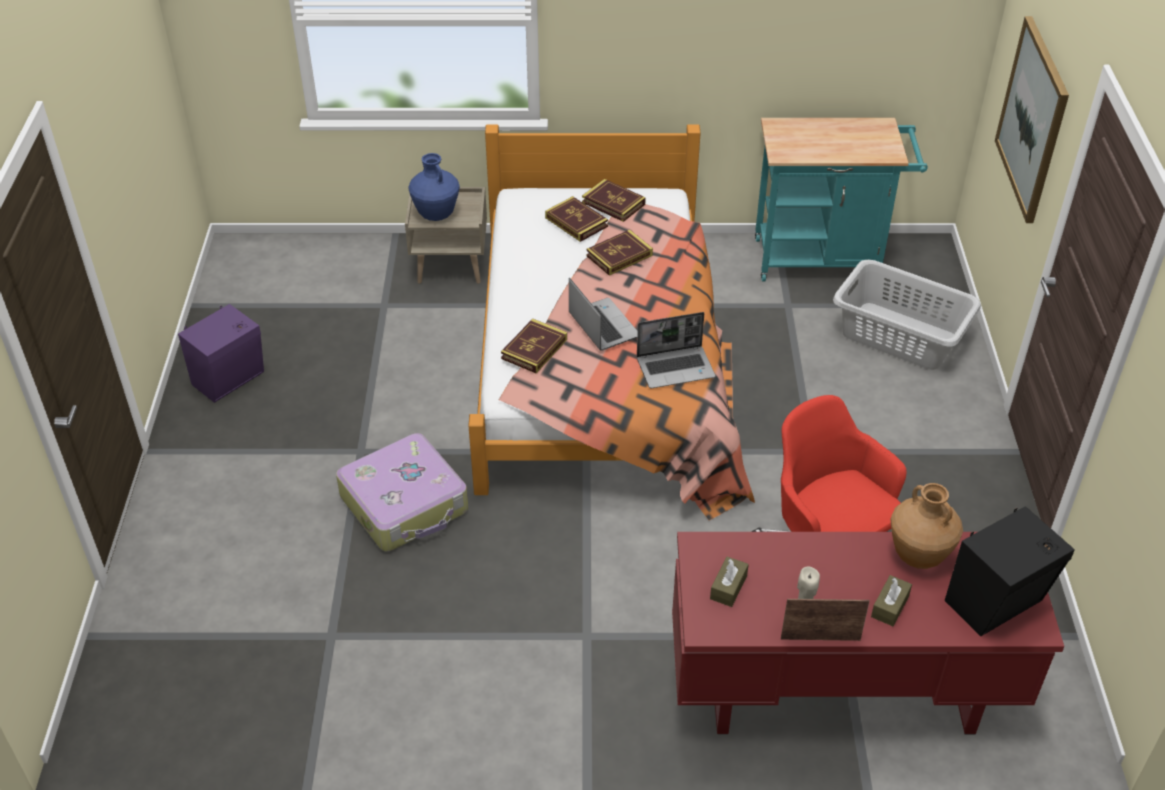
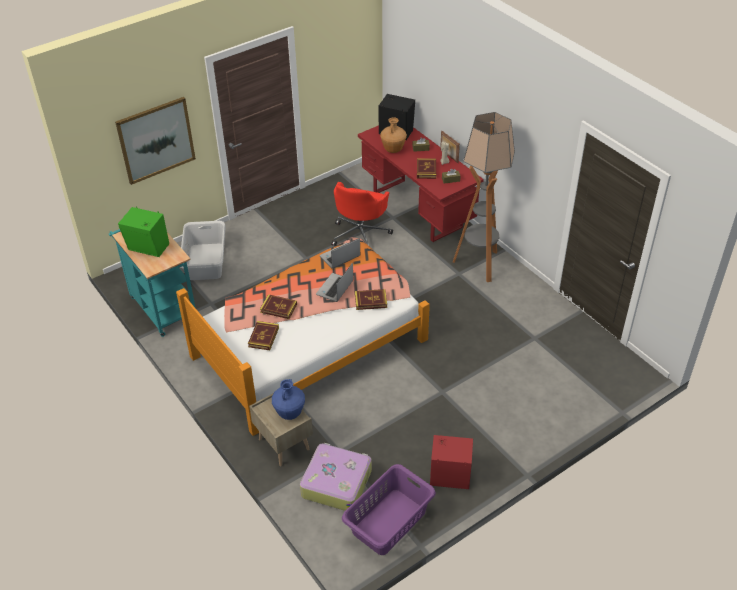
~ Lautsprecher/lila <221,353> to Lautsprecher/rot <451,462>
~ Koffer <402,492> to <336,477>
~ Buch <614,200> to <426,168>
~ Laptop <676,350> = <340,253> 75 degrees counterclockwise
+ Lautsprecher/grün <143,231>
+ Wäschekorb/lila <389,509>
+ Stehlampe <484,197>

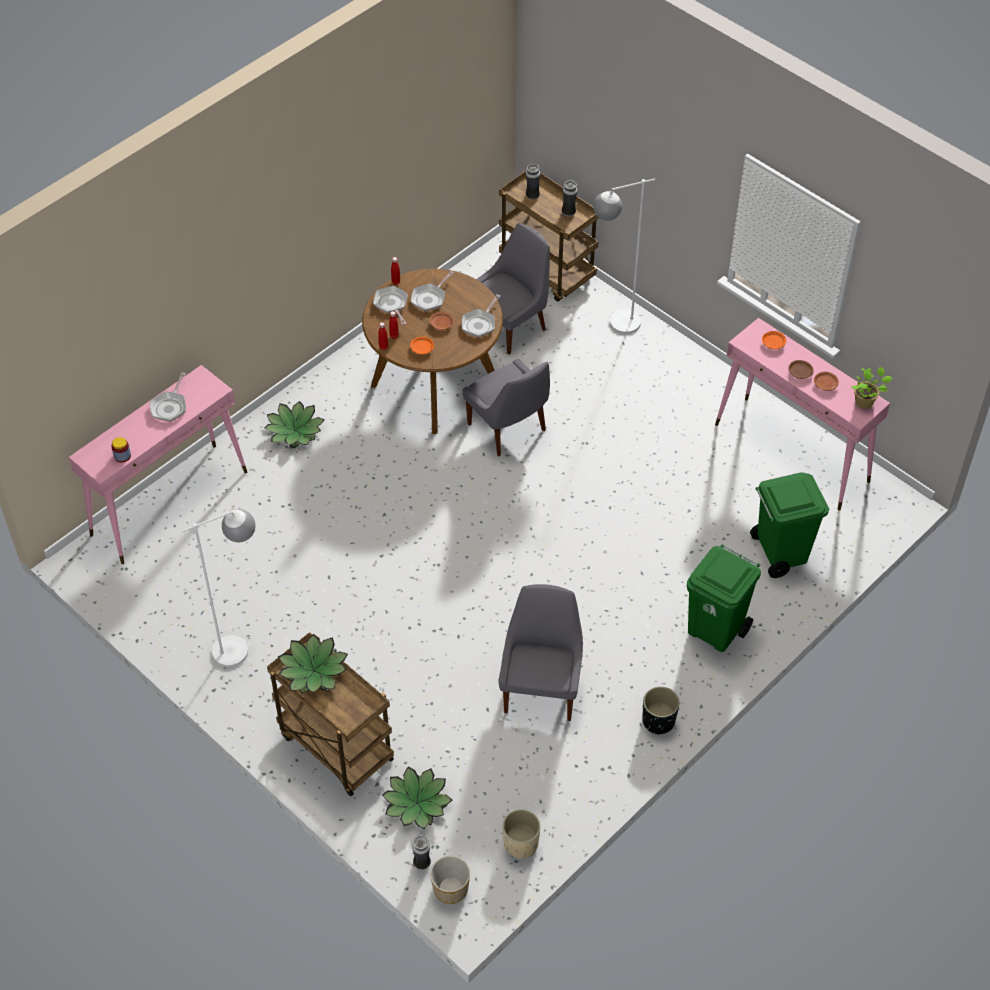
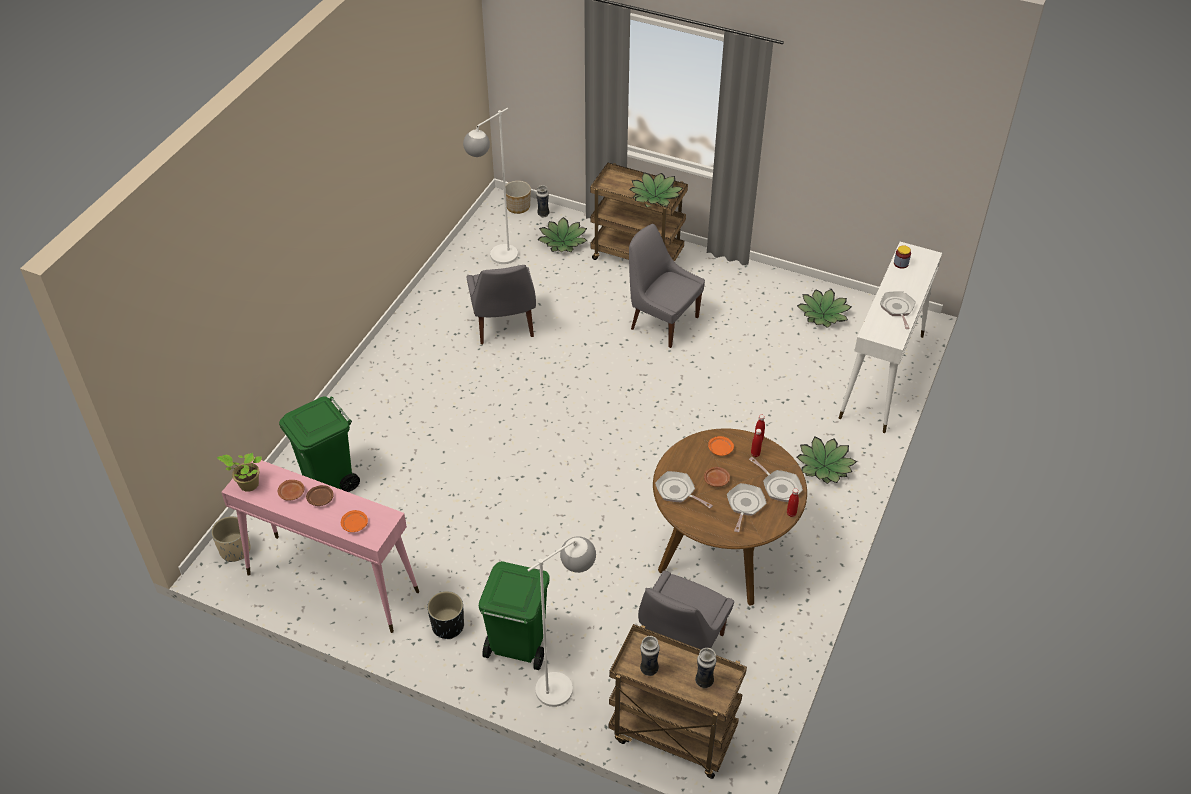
~ Konsolentisch/rosa <158,464> to Konsolentisch/weiß <890,337>
~ Stehlampe/weiß <218,588> to <490,185>
~ Pfanne <481,316> = <684,489> 60 degrees counterclockwise
~ Stuhl/grau <506,407> to <667,286>
~ Pflanzkübel/beige <521,834> to <231,539>
~ Pflanzkübel/schwarz <660,711> to <445,615>
~ Mülleimer/grün <724,598> to <514,615>
+ Topfpflanze <824,308>

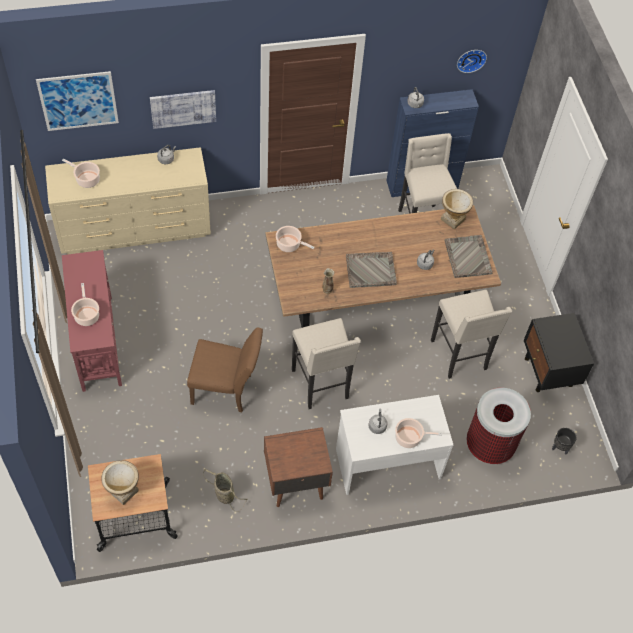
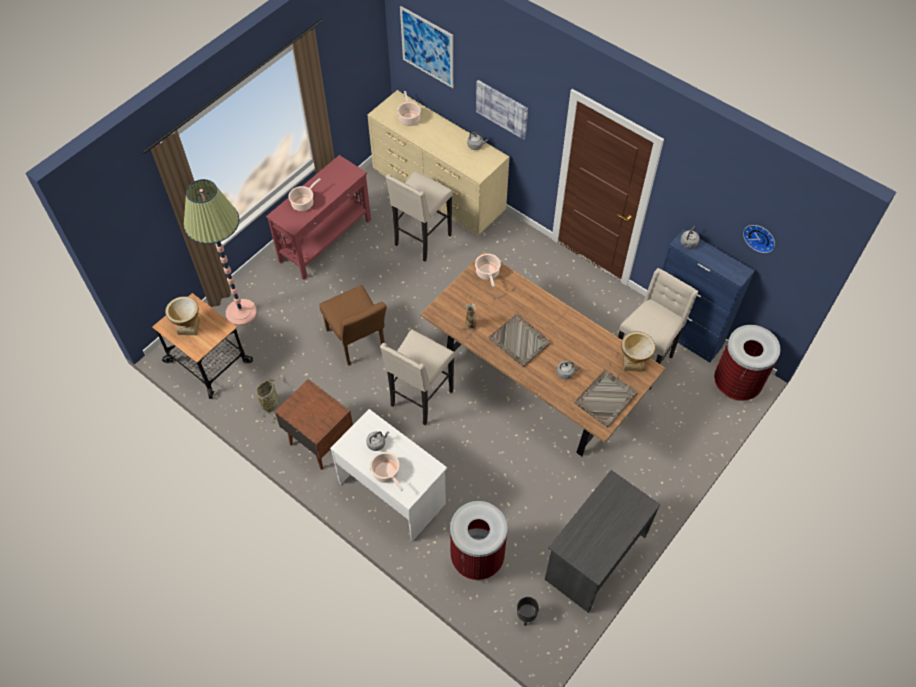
~ Hocker/beige <471,334> to <419,216>
~ Nachttisch/schwarz <559,352> to Schreibtisch/grau <602,541>
+ Stehlampe <220,252>
+ Mülleimer <747,363>

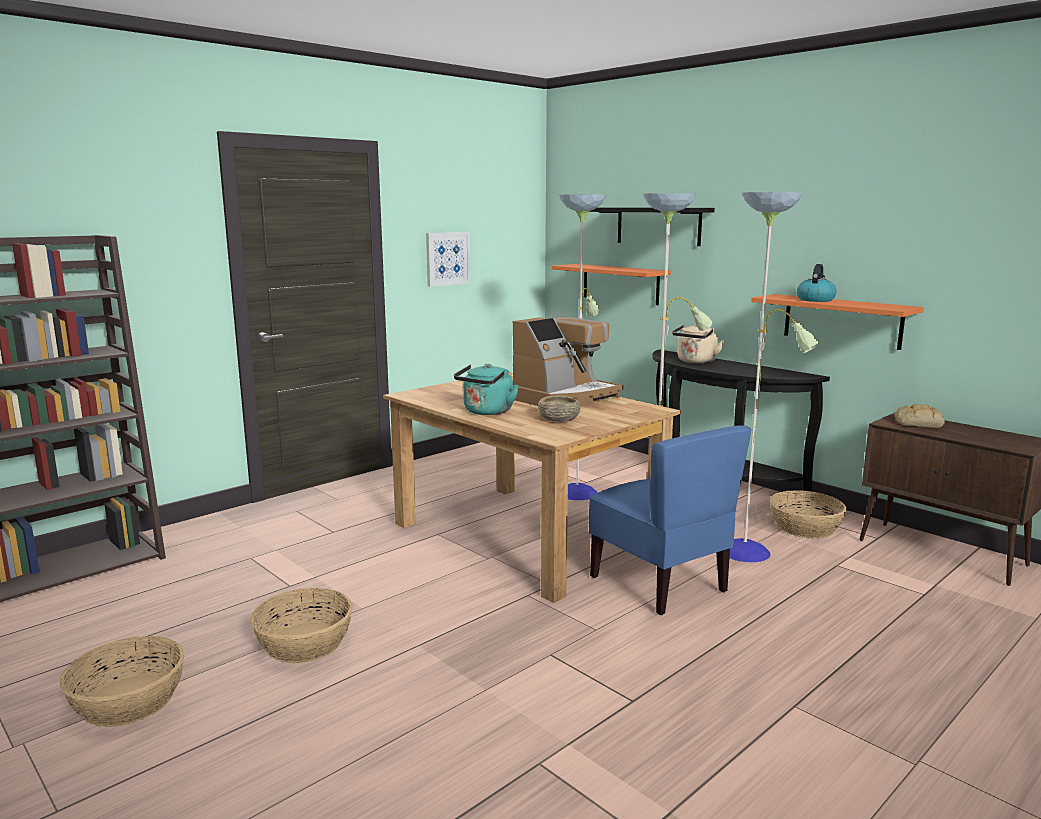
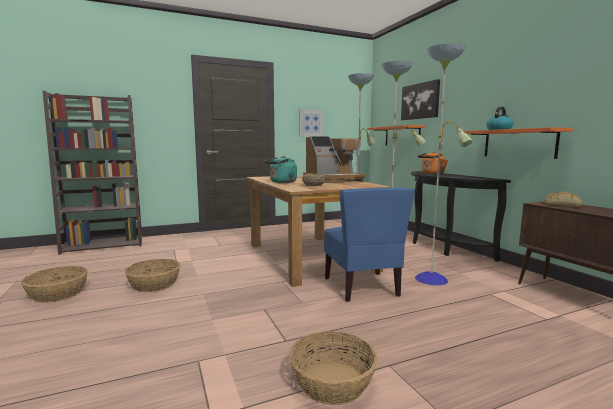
~ Wandregal/schwarz <652,226> to Bild <420,99>
~ Wasserkessel/beige <698,344> to Wasserkessel/orange <433,162>
~ Korb <808,514> to <333,368>

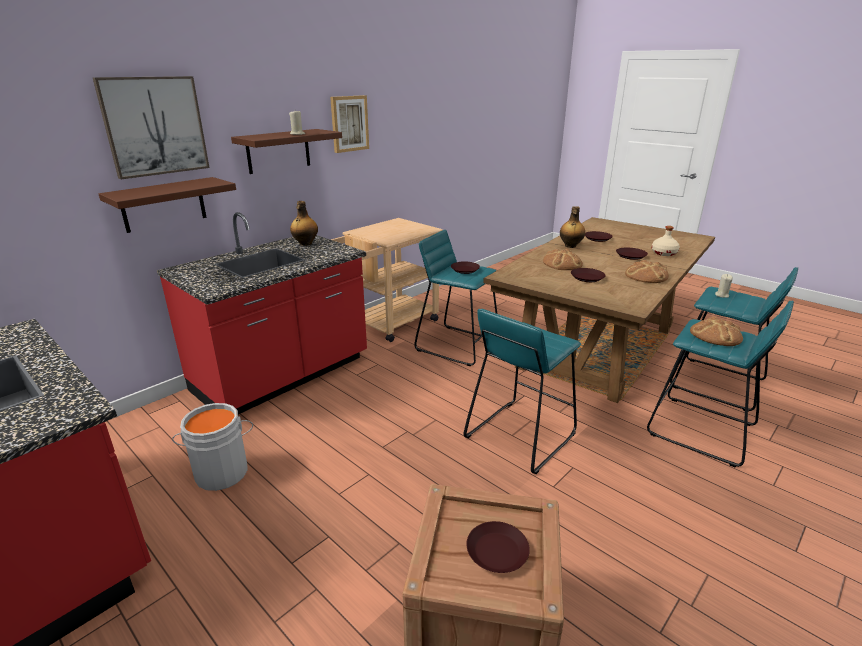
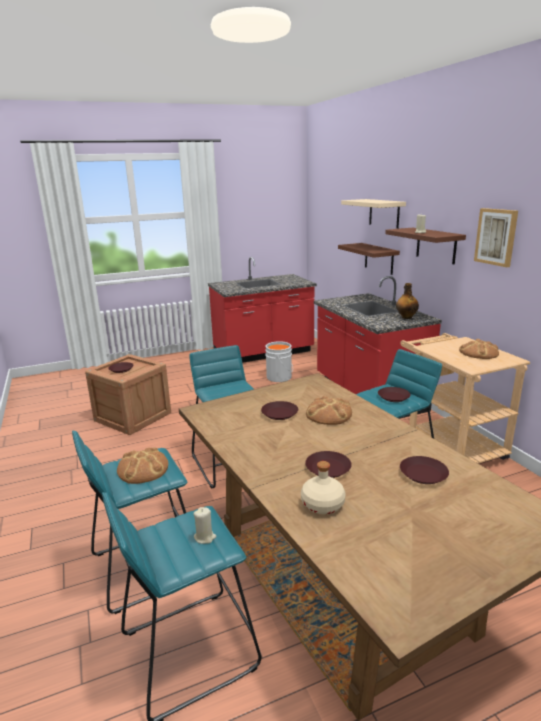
~ Bild <151,127> to Wandregal/beige <373,214>
- Flasche <572,227>
~ Brot <647,271> to <479,349>

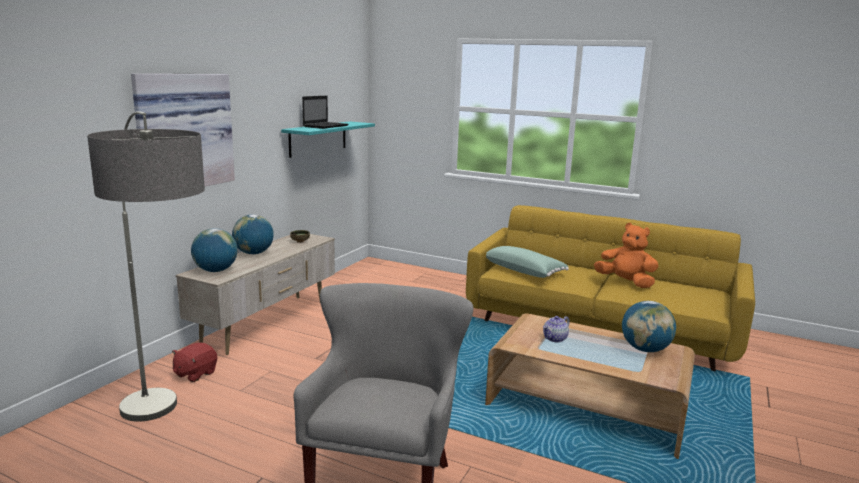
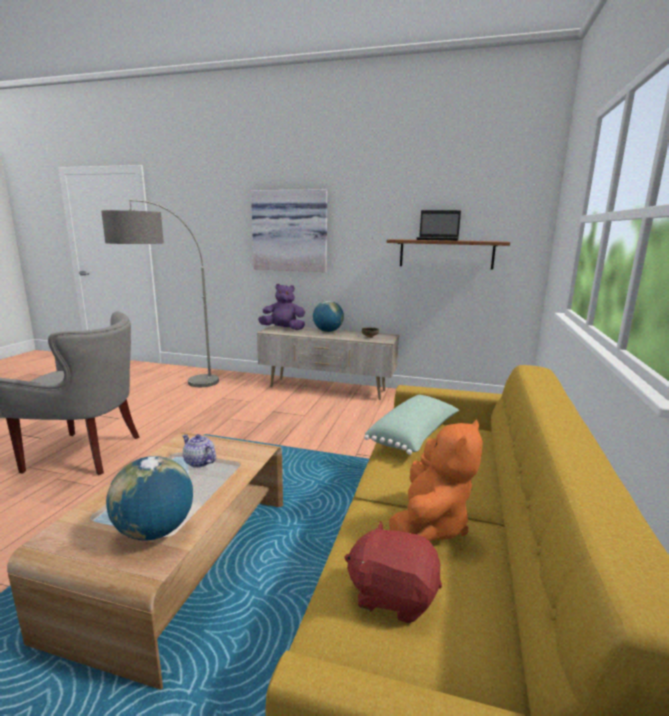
~ Plüschtier/rot <194,362> to <393,572>
~ Globus <214,250> to Plüschtier/lila <281,307>
~ Wandregal/türkis <328,139> to Wandregal/braun <448,254>

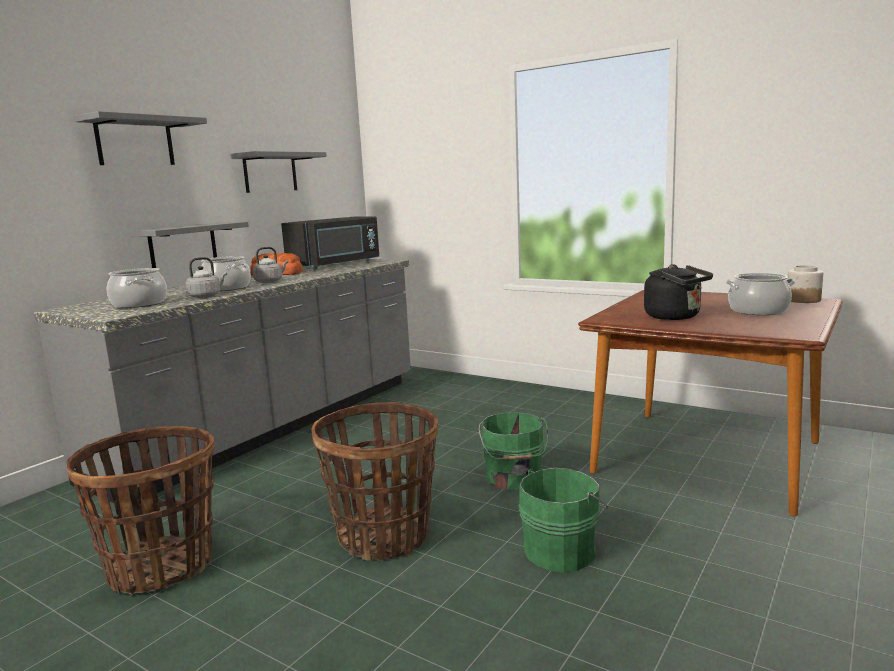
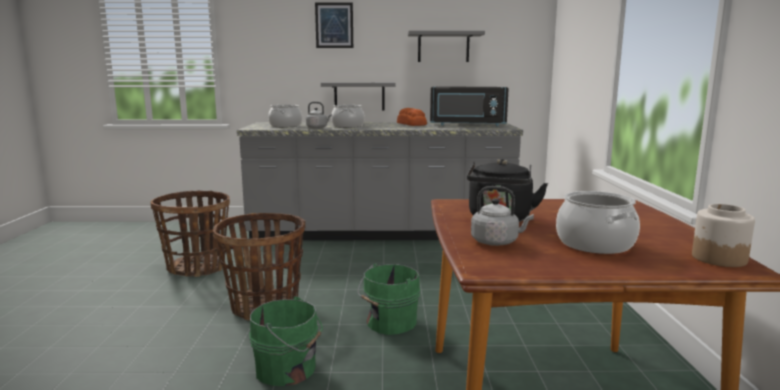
~ Wandregal/grau <140,138> to Bild <334,25>
~ Wasserkessel/grau <270,265> to <502,216>

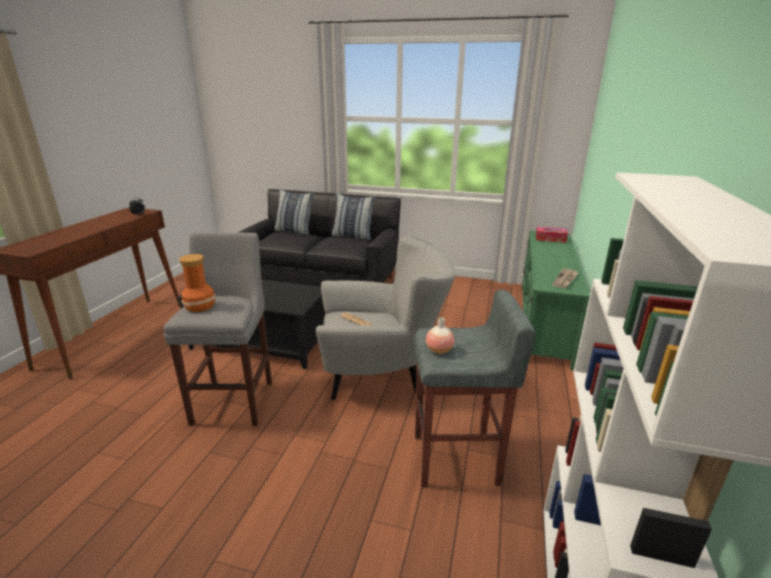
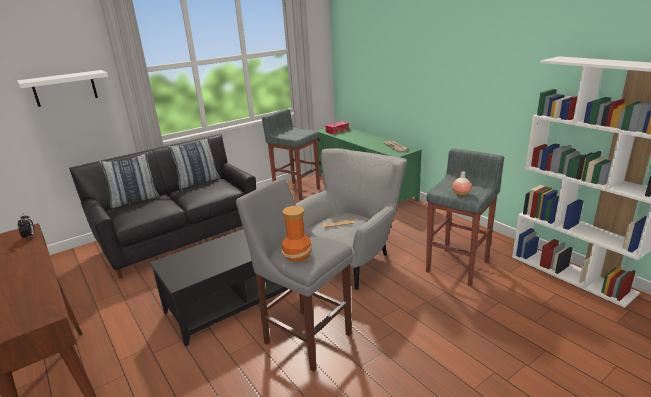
+ Wandregal/weiß <62,88>
+ Hocker/grau <291,154>

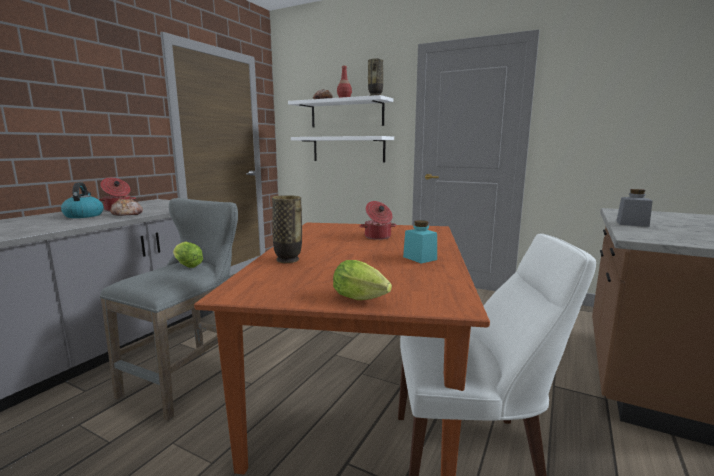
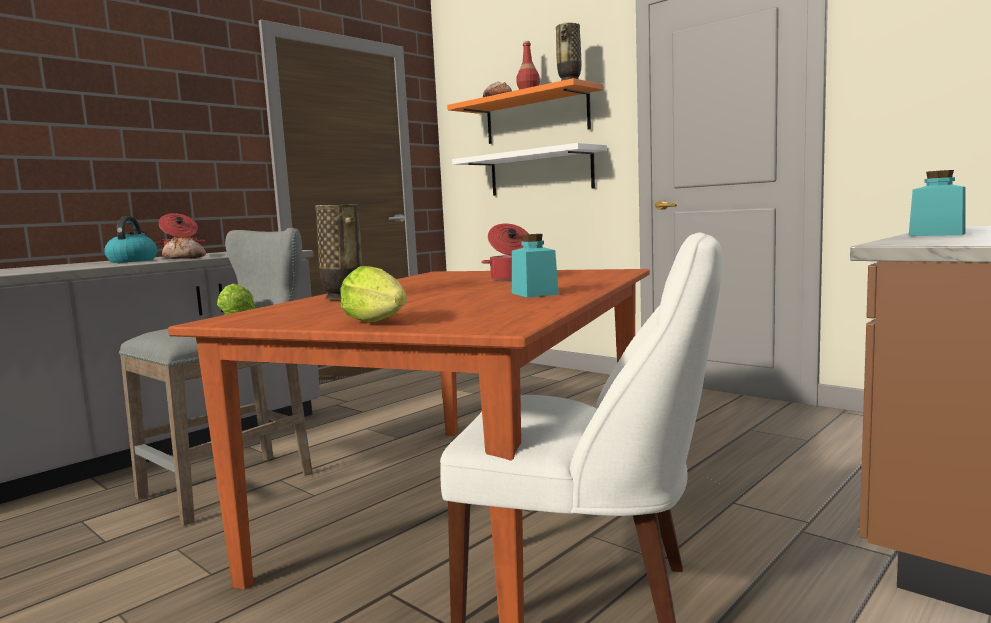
~ Wandregal/weiß <340,111> to Wandregal/orange <525,111>
~ Vorratsglas/grau <634,208> to Vorratsglas/türkis <937,203>

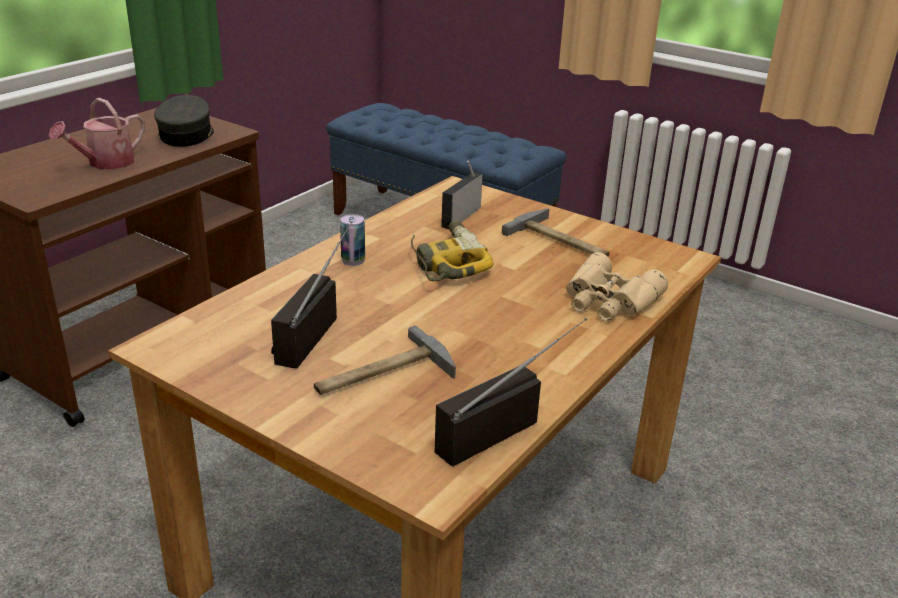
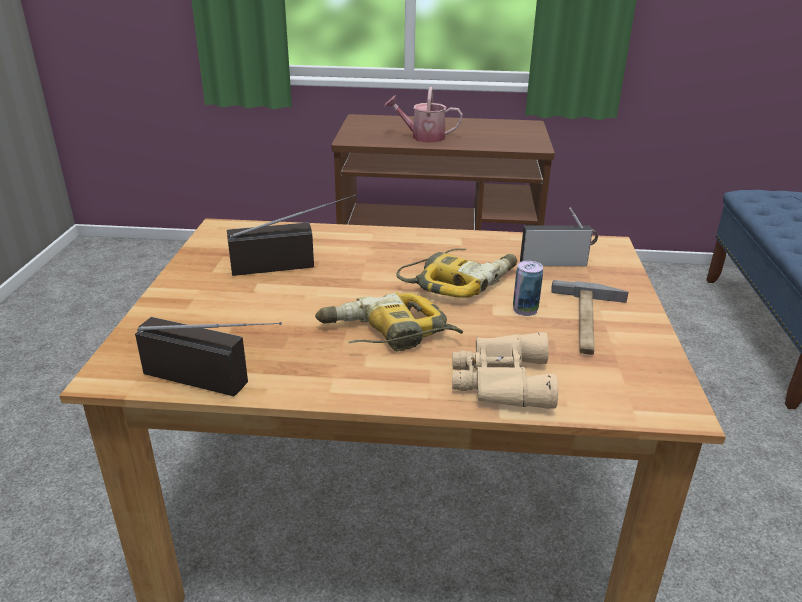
- Kappe/grau <184,121>
- Hammer <385,360>
~ Dose <352,240> to <528,288>
+ Bohrmaschine <389,322>

